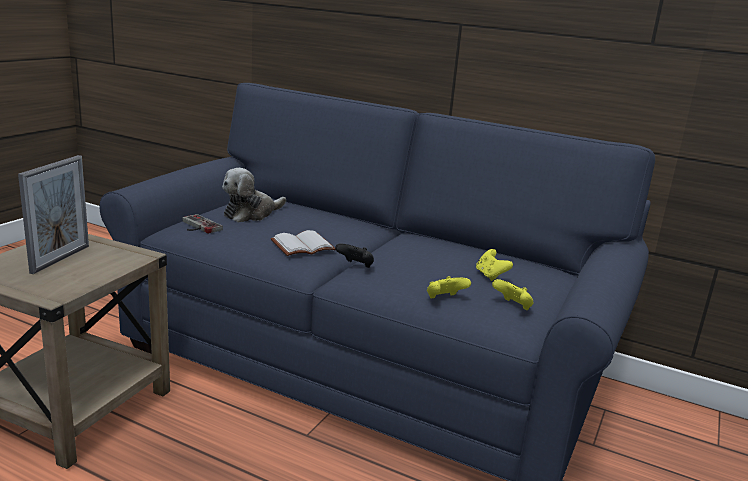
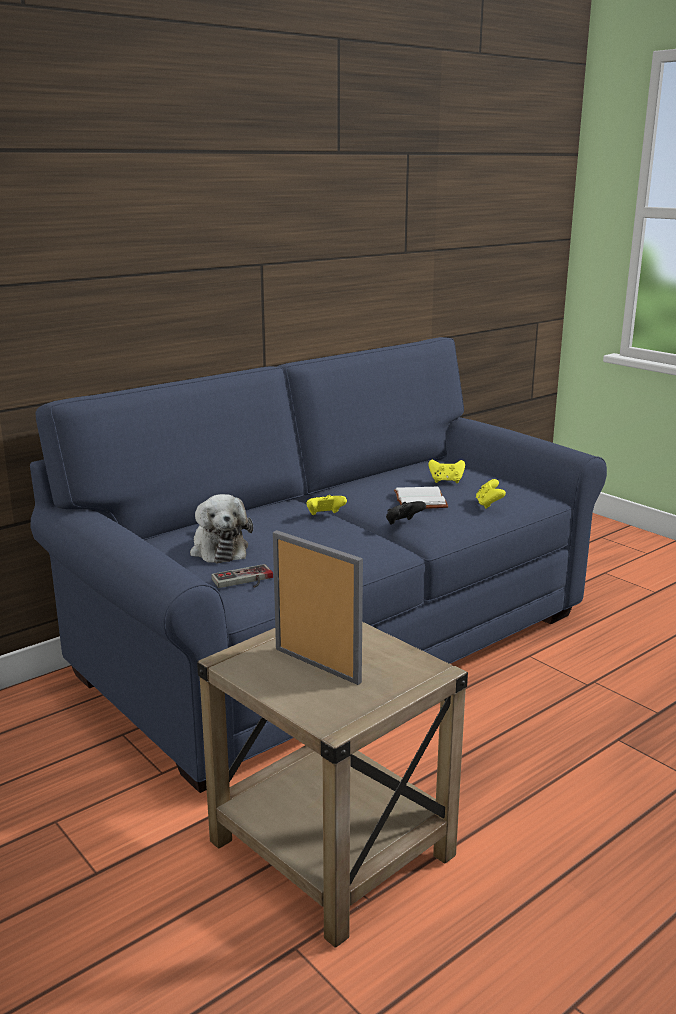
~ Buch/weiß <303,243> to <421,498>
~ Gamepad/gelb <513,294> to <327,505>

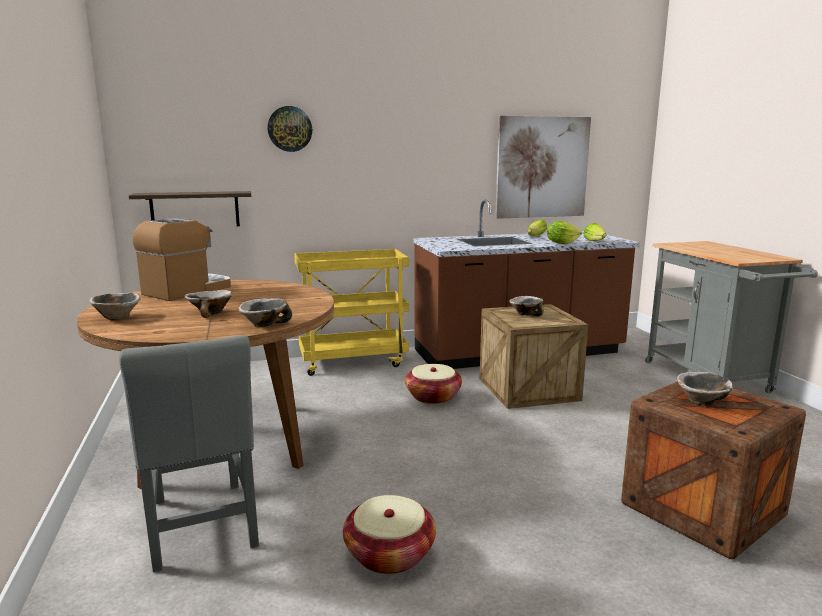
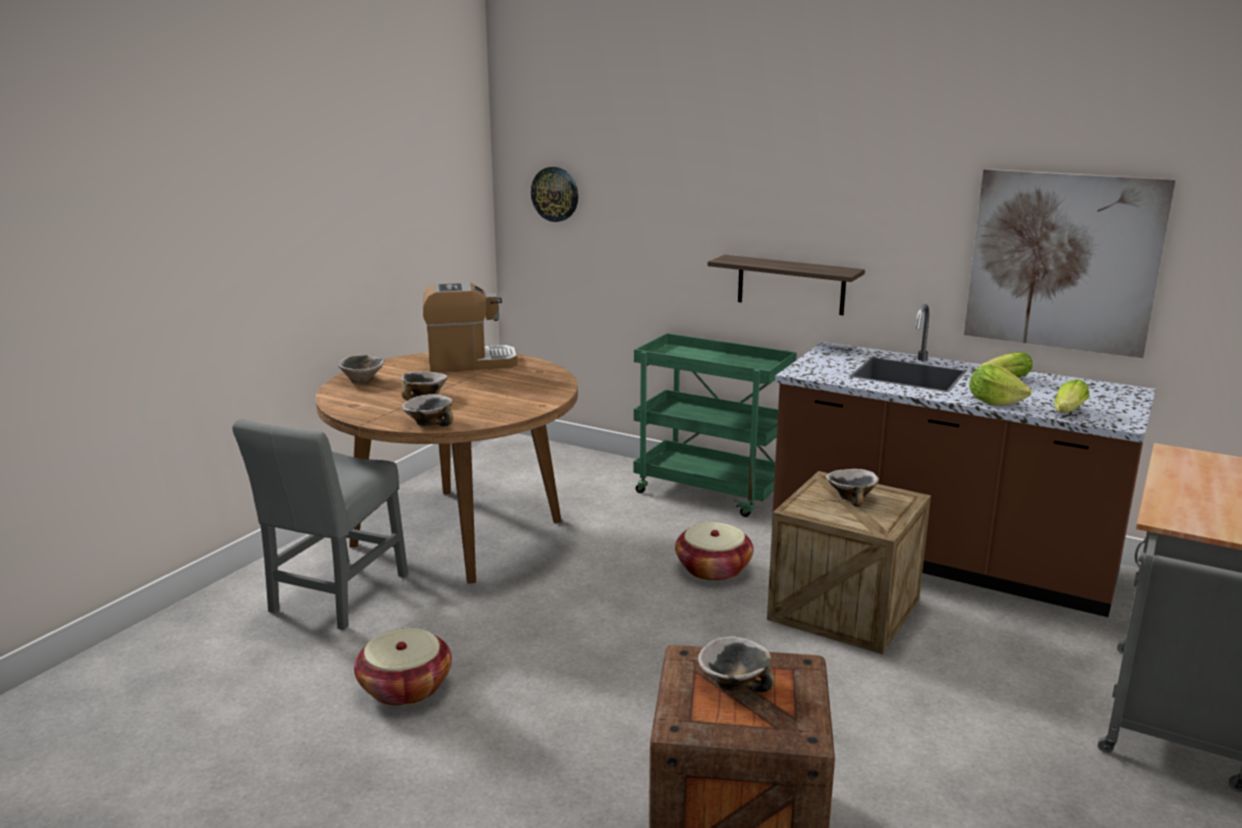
~ Wandregal <190,208> to <786,285>
~ Wanduhr <289,129> to <554,194>
~ Rollwagen/gelb <351,312> to Rollwagen/grün <715,425>

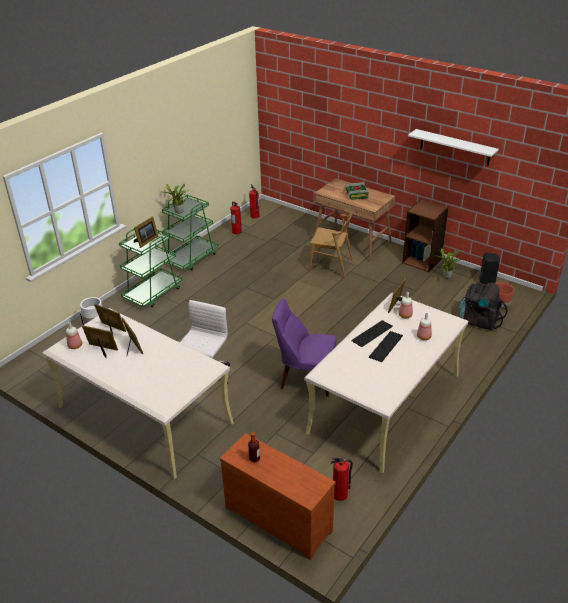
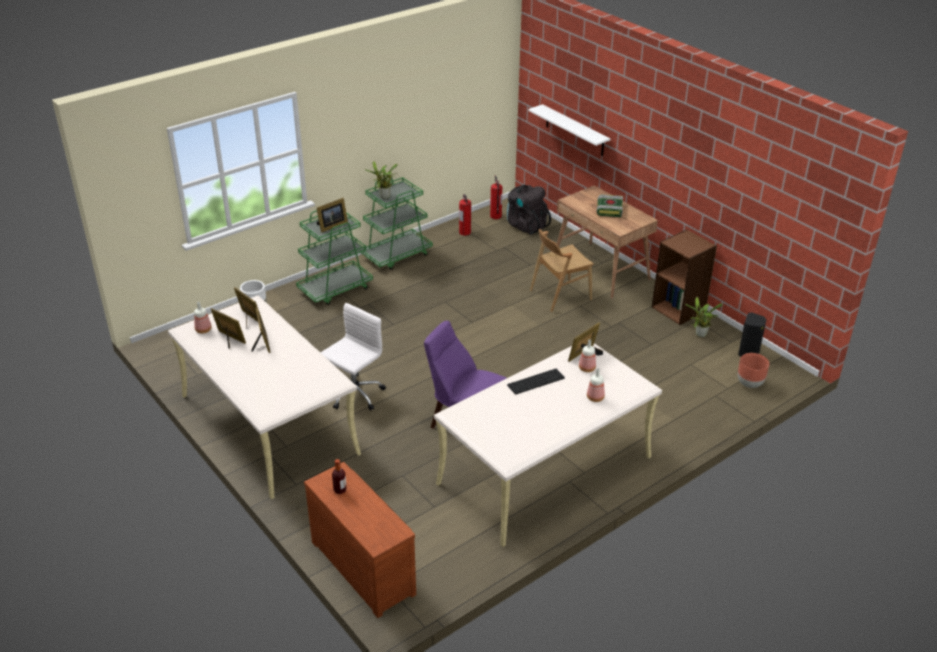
~ Stuhl/braun <331,244> = <562,270> 120 degrees clockwise
- Feuerlöscher <342,479>
- Tastatur <386,346>
~ Wandregal/weiß <453,147> to <569,130>
~ Rucksack/schwarz <483,306> to <529,210>

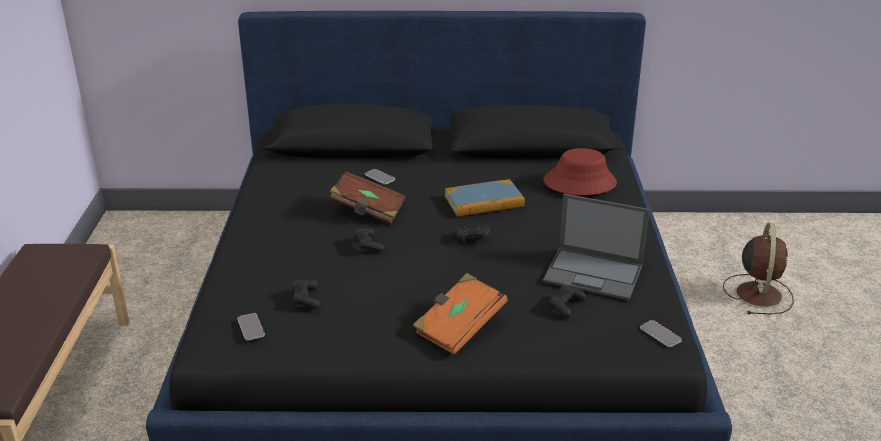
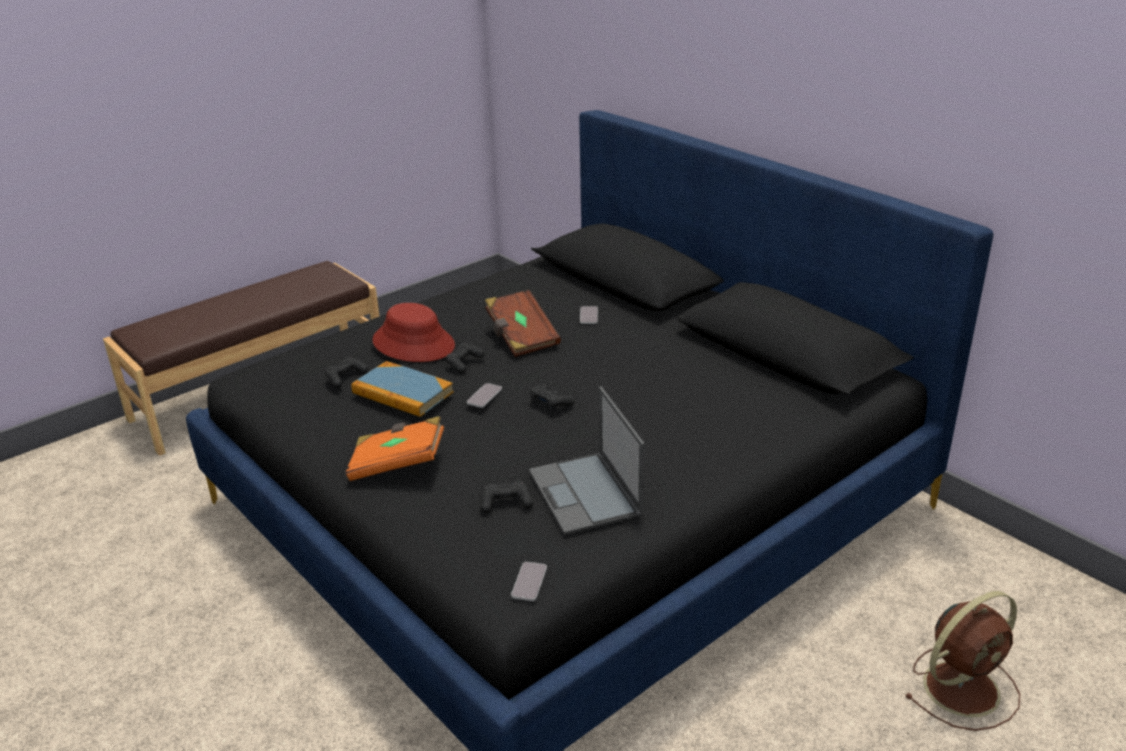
~ Handy <251,327> to <484,395>
~ Buch <485,198> to <402,389>
~ Hut/rot <580,171> to <413,332>

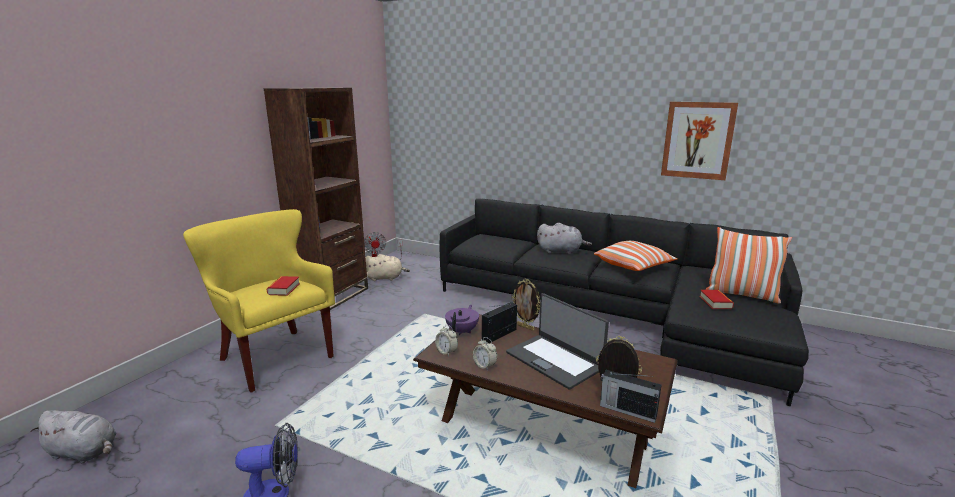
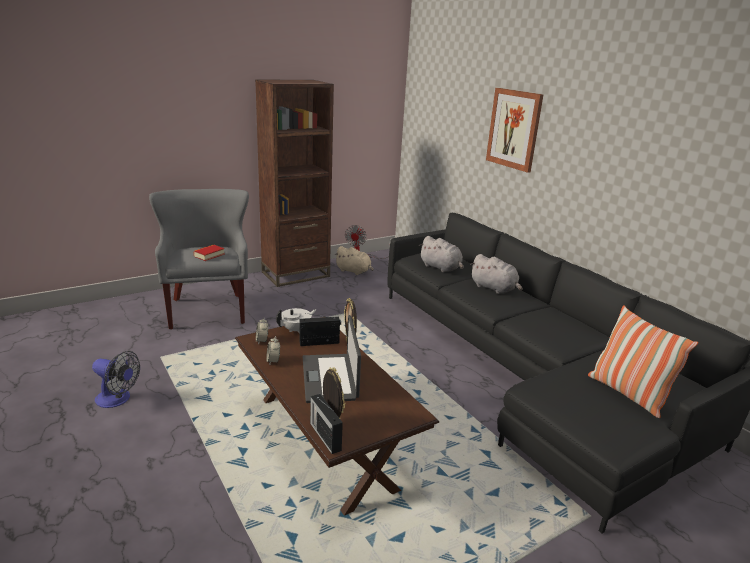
~ Plüschtier/grau <73,436> to <441,254>
~ Sessel/gelb <259,300> to Sessel/grau <199,259>
~ Teekanne/lila <462,320> to Teekanne/weiß <296,320>
- Kissen <635,256>
~ Bild <699,141> to <515,130>
- Buch <717,299>

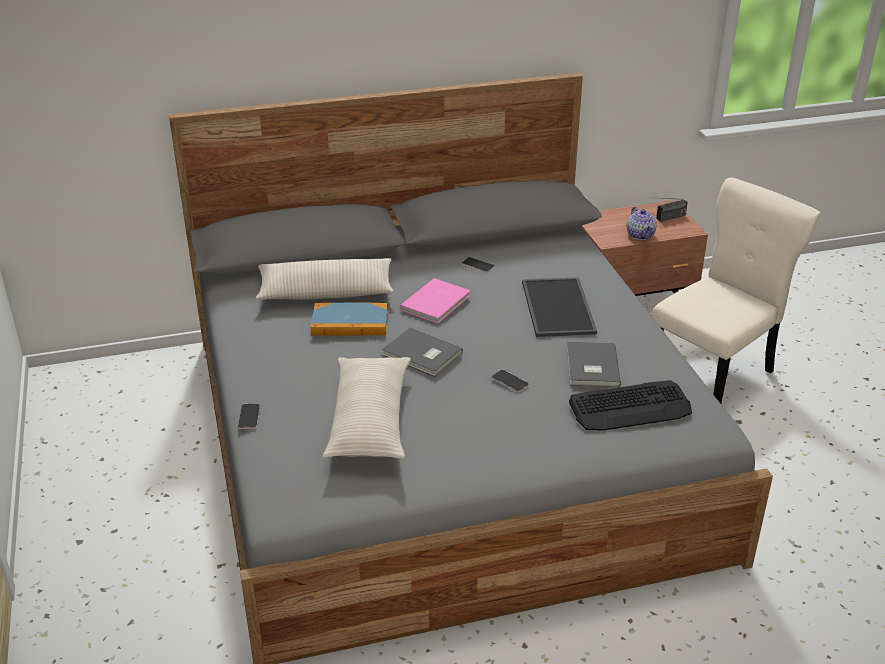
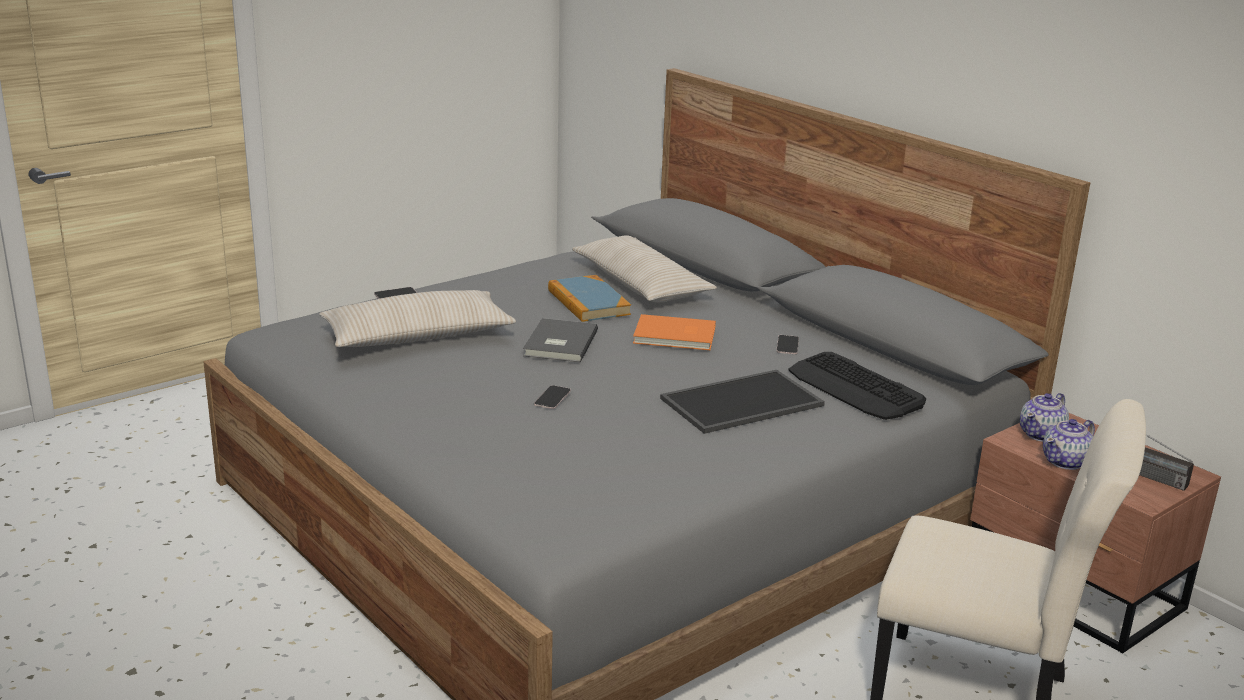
~ Buch/rosa <435,301> to Buch/orange <674,332>
- Buch/grau <594,364>
~ Tastatur <630,405> to <857,386>
+ Teekanne <1044,417>

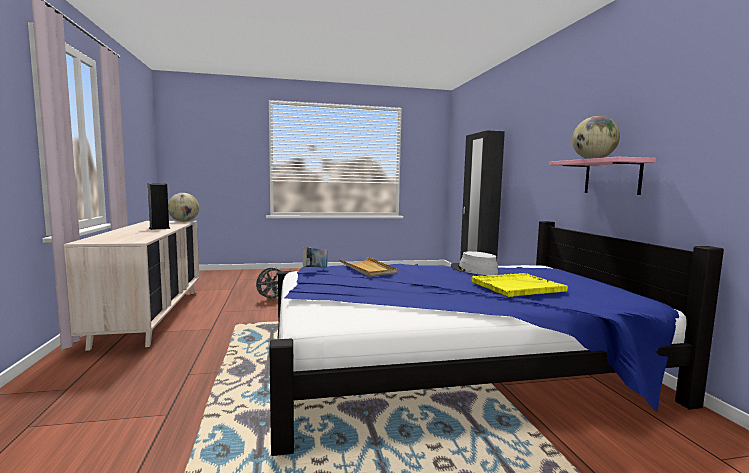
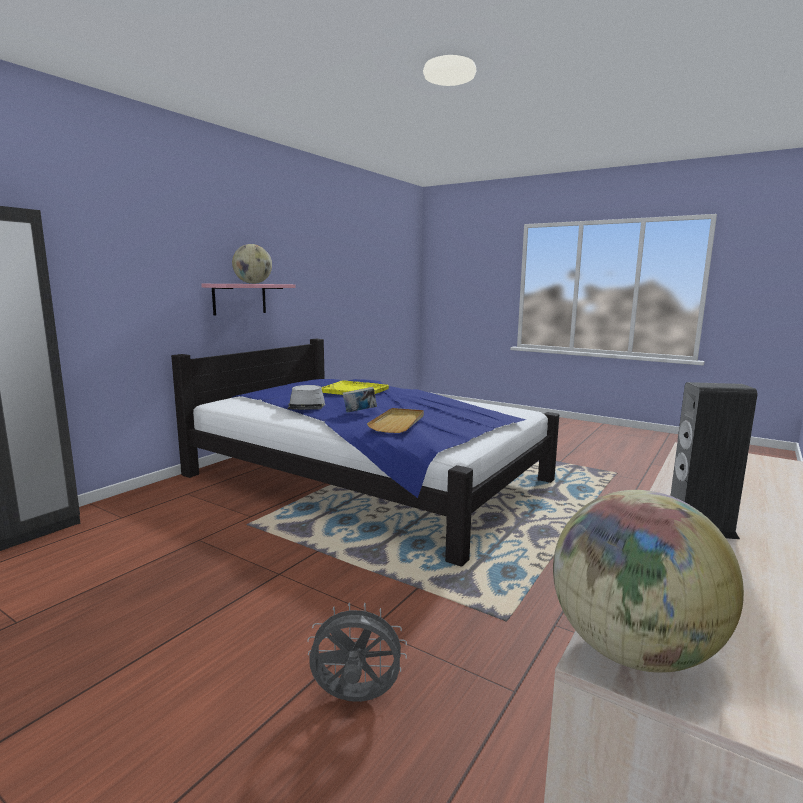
~ Buch <315,257> to <359,400>

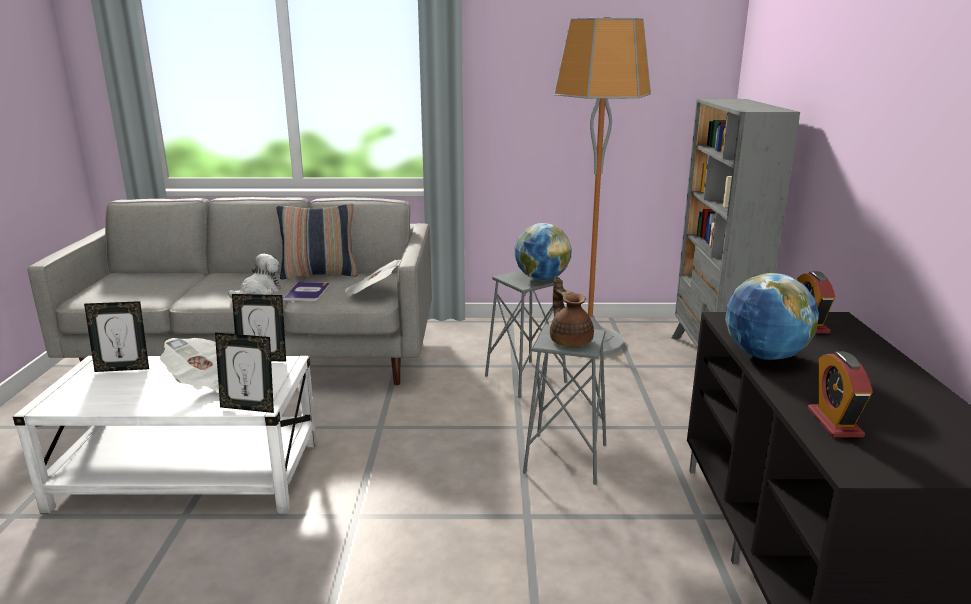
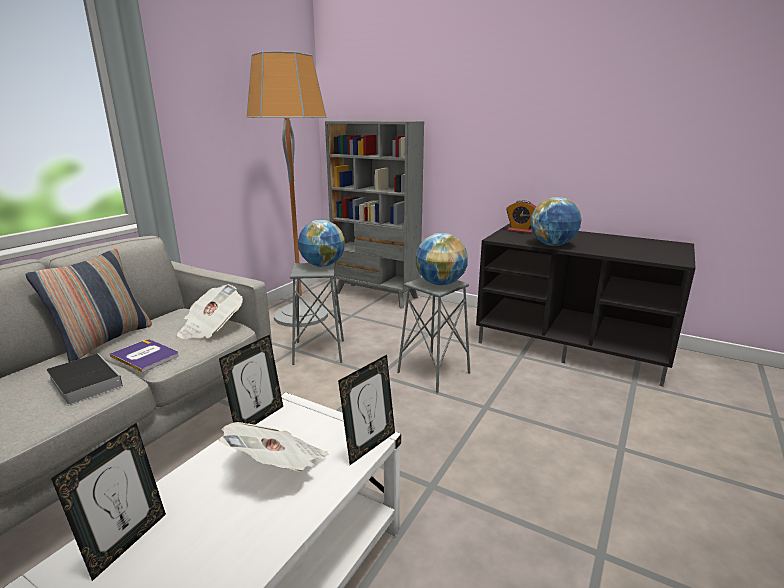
~ Plüschtier <254,276> to Buch <84,379>
~ Teekanne/braun <572,312> to Globus <442,259>
- Wecker <840,395>

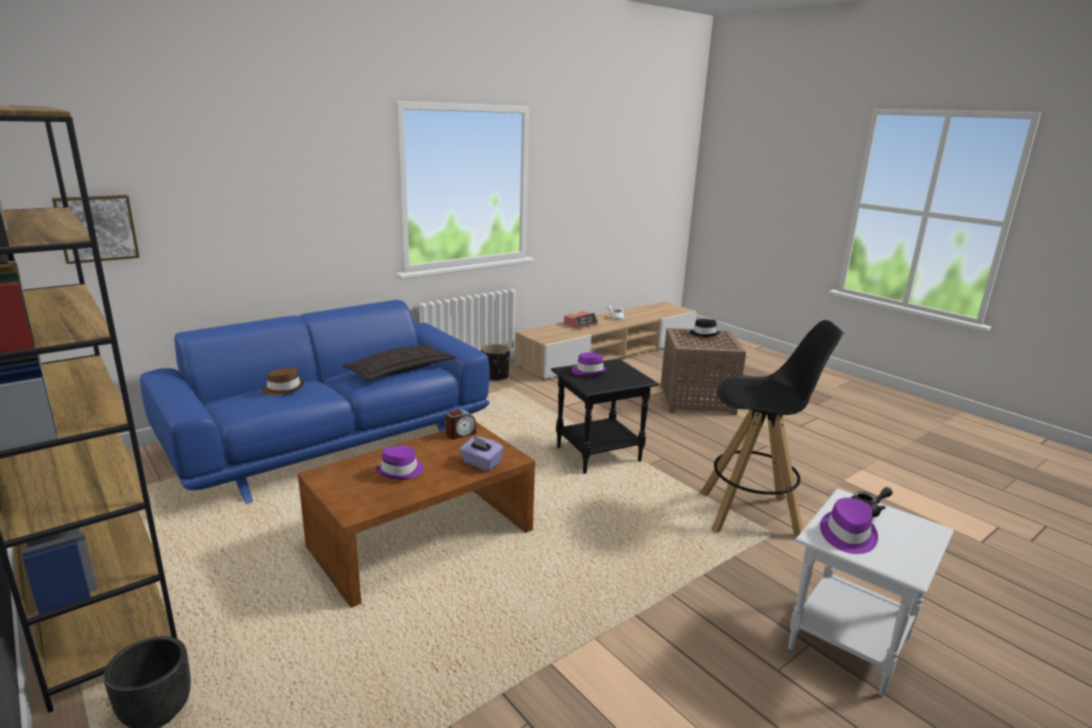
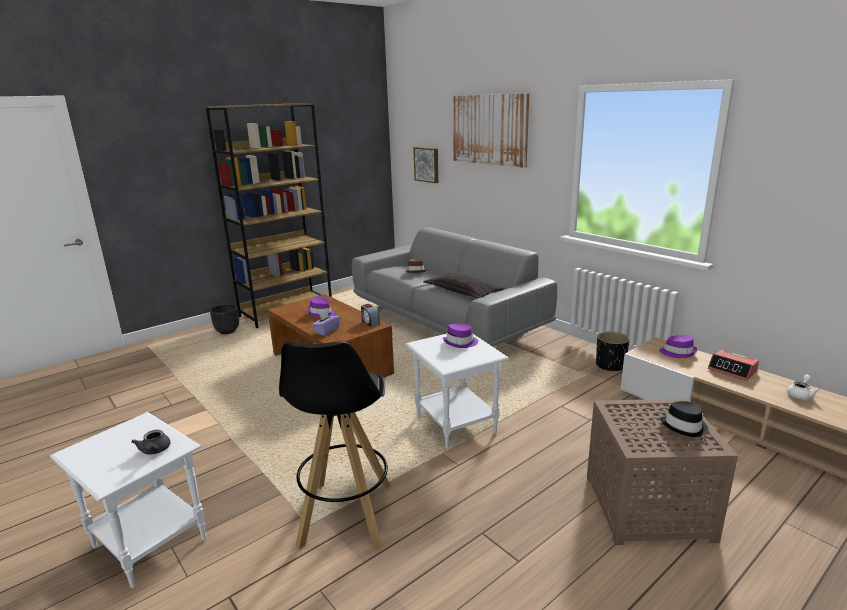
~ Sofa/blau <314,402> to Sofa/grau <454,287>
~ Beistelltisch/schwarz <605,416> to Beistelltisch/weiß <457,391>
~ Hut/lila <849,526> to <678,346>
+ Bild <491,130>

